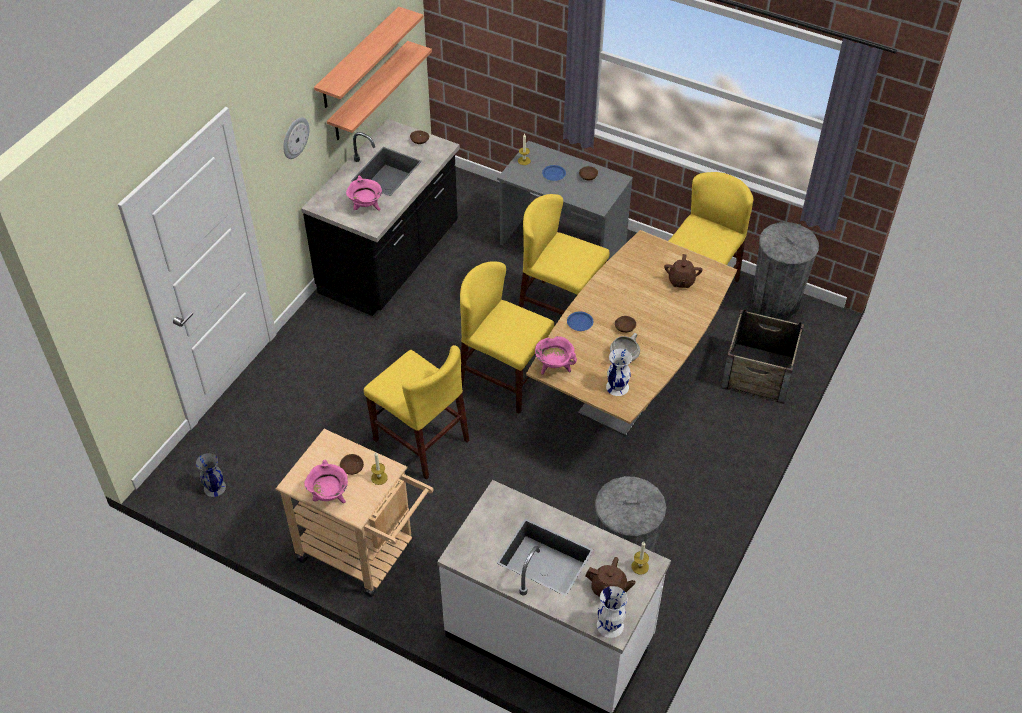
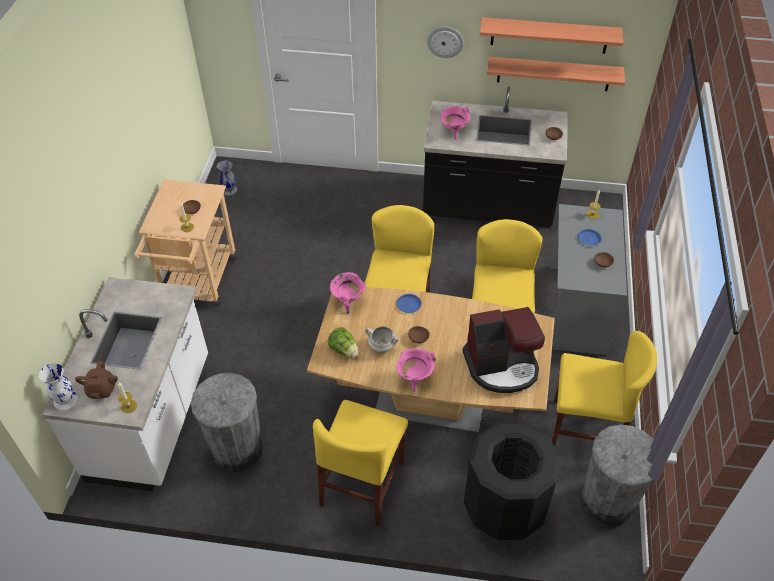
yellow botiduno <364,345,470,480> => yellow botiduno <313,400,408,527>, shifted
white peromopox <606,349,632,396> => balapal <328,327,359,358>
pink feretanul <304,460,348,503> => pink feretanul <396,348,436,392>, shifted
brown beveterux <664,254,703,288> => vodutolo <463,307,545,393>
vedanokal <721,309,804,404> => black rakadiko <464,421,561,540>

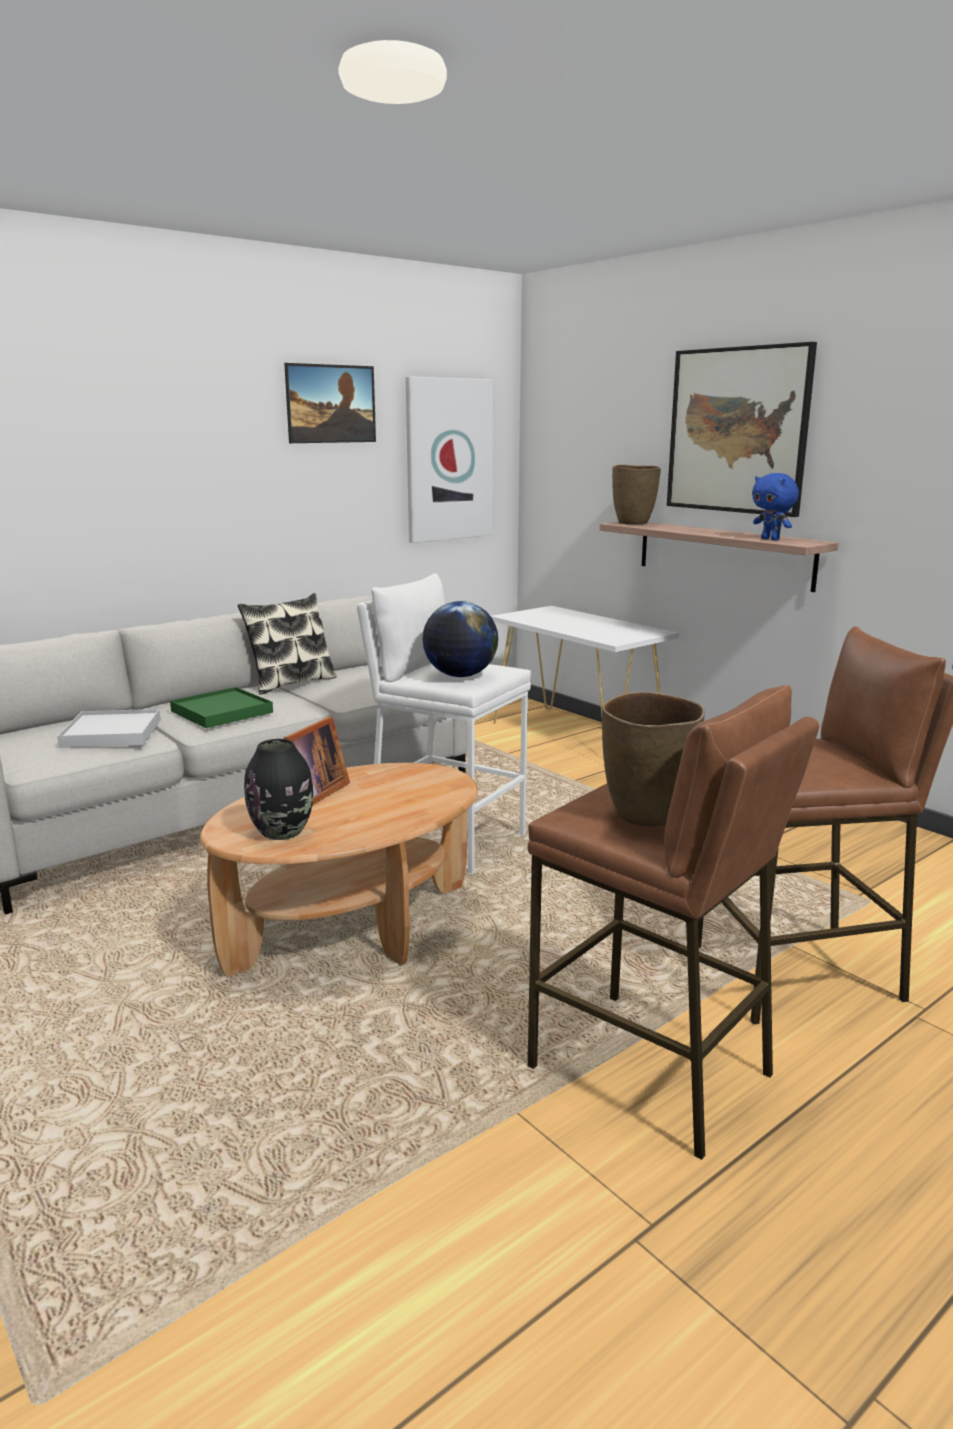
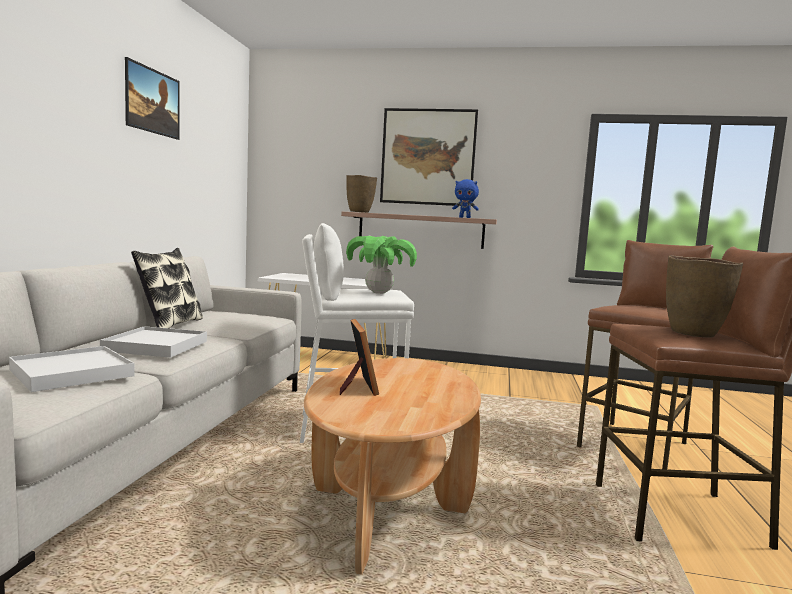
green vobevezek <170,687,273,728> => white vobevezek <100,326,207,358>
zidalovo <423,601,498,677> => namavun <346,236,417,294>
black peromopox <244,739,313,840> => nothing
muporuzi <406,376,493,543> => nothing

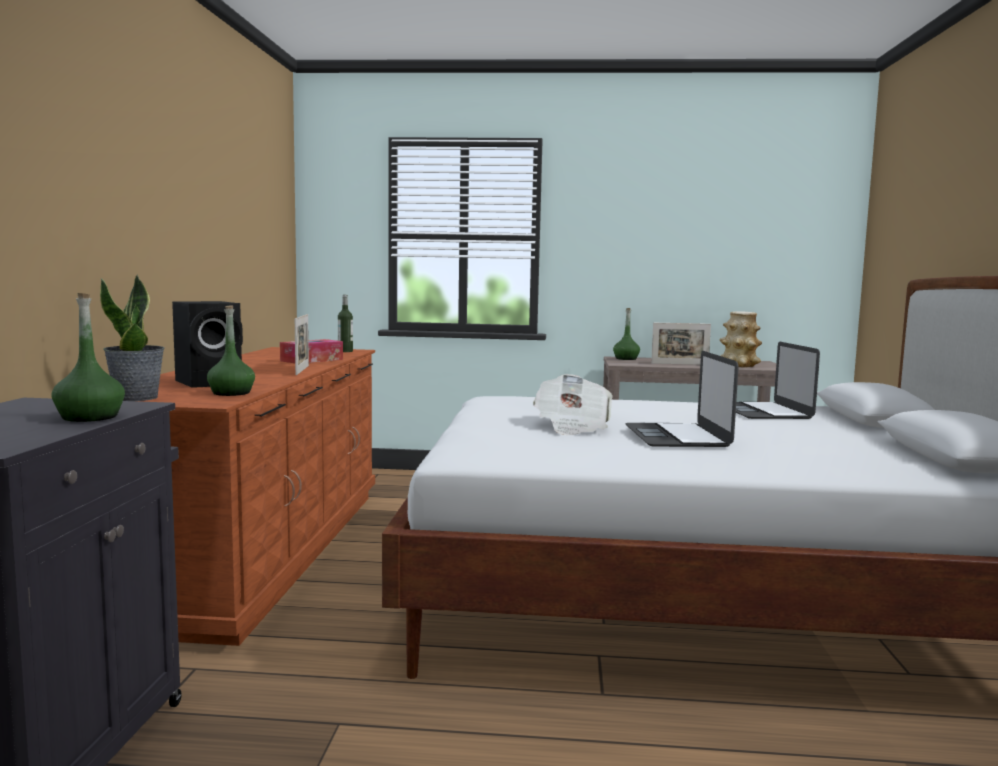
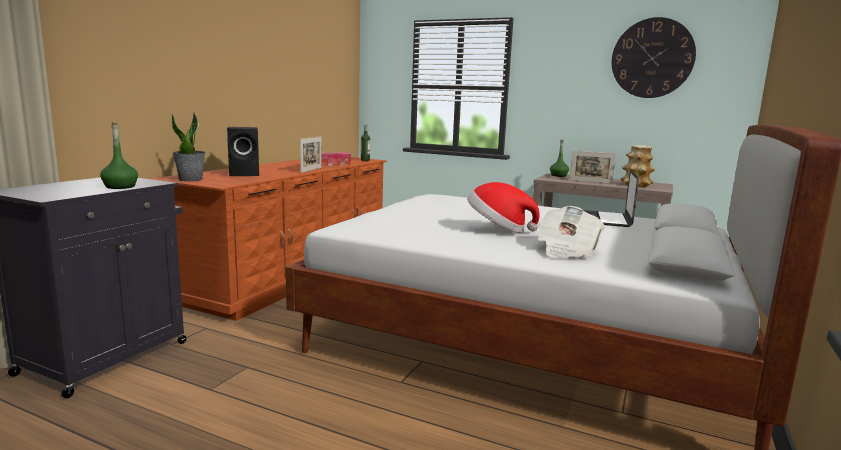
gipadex <625,351,739,447> => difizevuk <467,182,540,232>
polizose <533,374,613,435> => polizose <536,206,605,258>, shifted
nothing => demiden <612,17,696,98>
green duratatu <207,305,255,396> => nothing

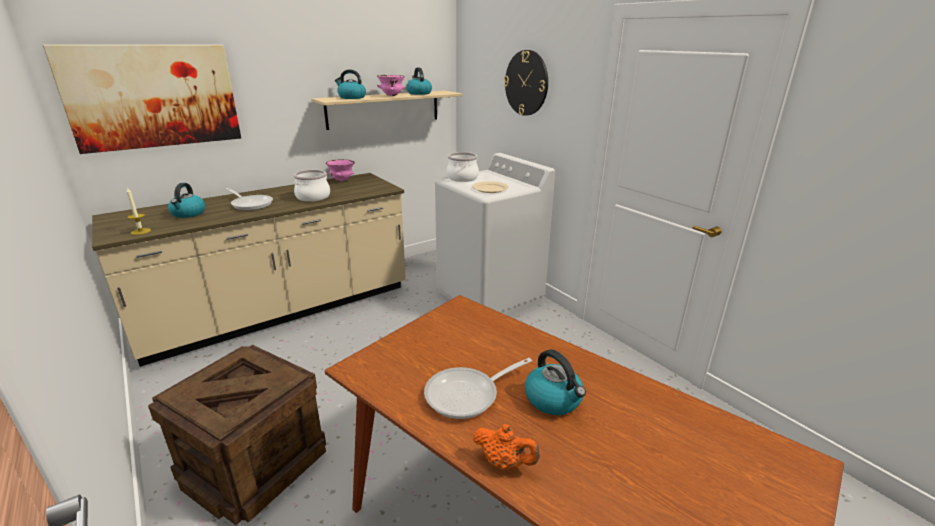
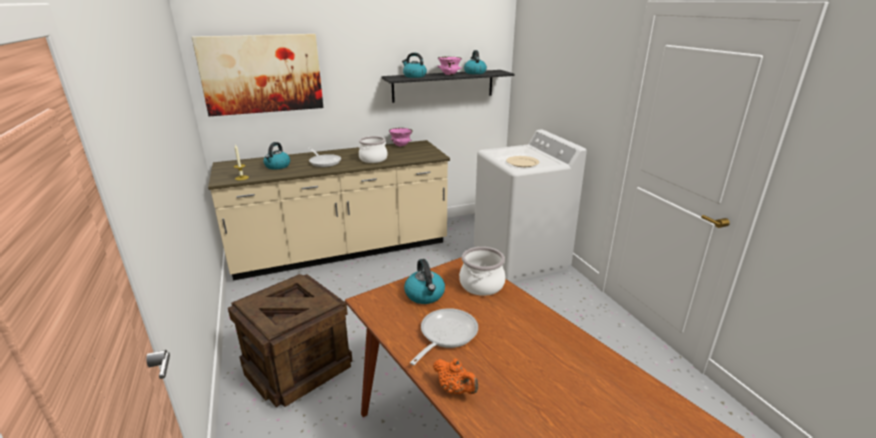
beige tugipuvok <311,90,463,130> => black tugipuvok <382,70,514,103>
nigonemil <525,349,586,415> => nigonemil <404,259,445,304>, shifted
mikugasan <424,358,532,419> => mikugasan <410,308,478,365>, 135 degrees clockwise
feretanul <447,152,479,182> => feretanul <459,247,506,296>, shifted
demiden <504,50,548,116> => nothing

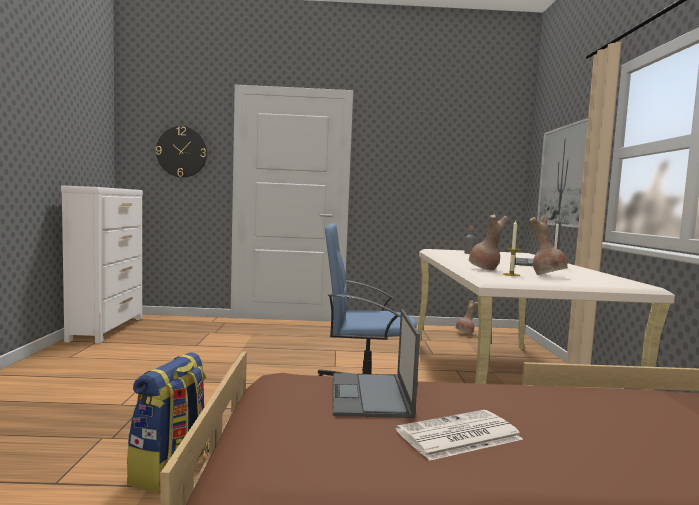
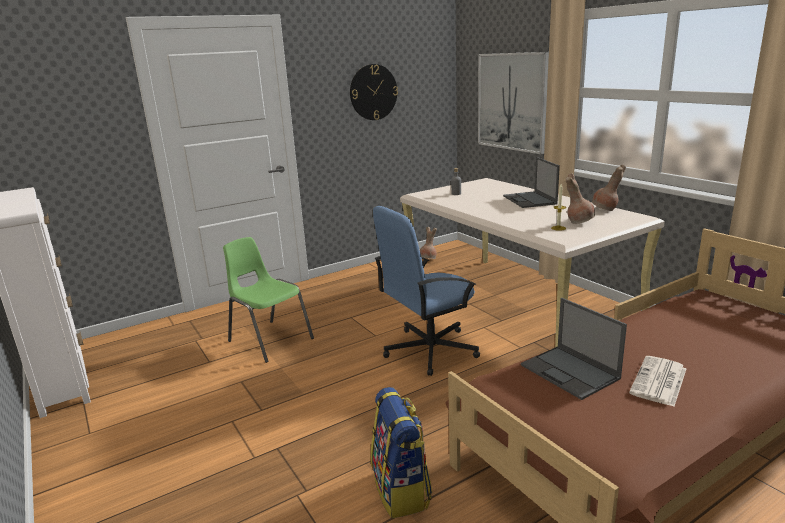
nothing => green botiduno <223,237,314,363>
demiden <156,126,207,177> => demiden <350,64,398,120>, shifted
brown peromopox <469,215,509,271> => brown peromopox <592,165,626,211>, shifted

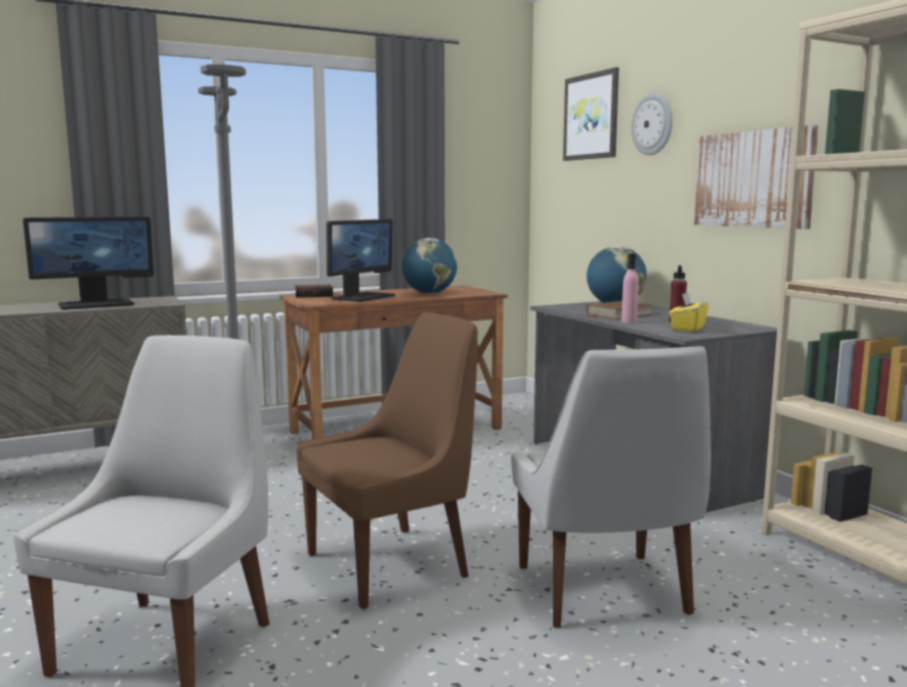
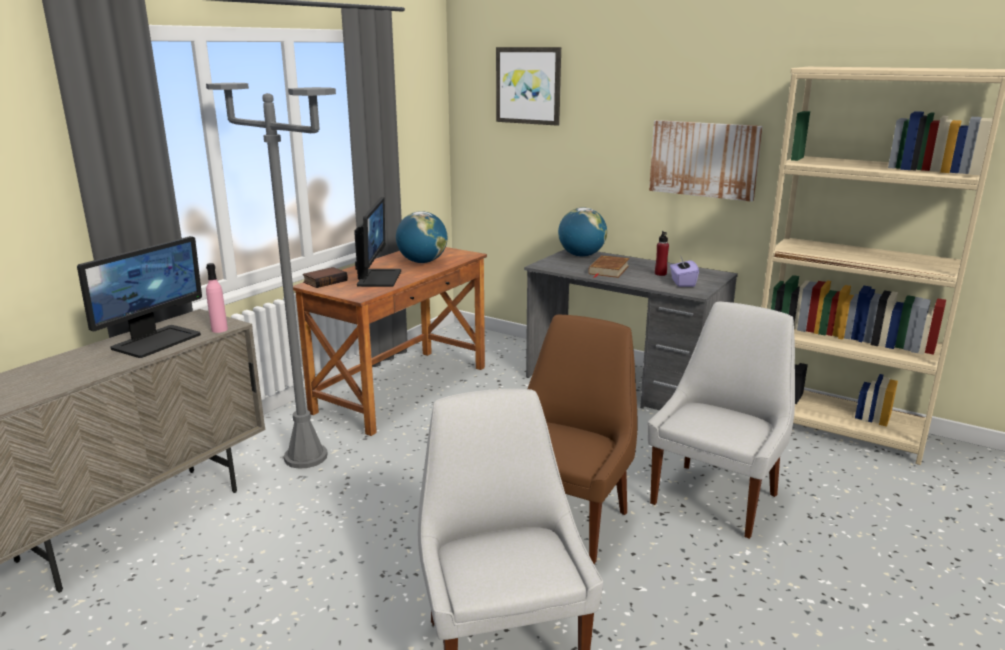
pink duratatu <622,253,639,323> => pink duratatu <206,263,228,333>, shifted
white botiduno <511,346,711,628> => white botiduno <647,302,795,539>, 105 degrees counterclockwise
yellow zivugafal <669,292,708,332> => purple zivugafal <670,257,699,287>
demiden <631,93,672,155> => nothing

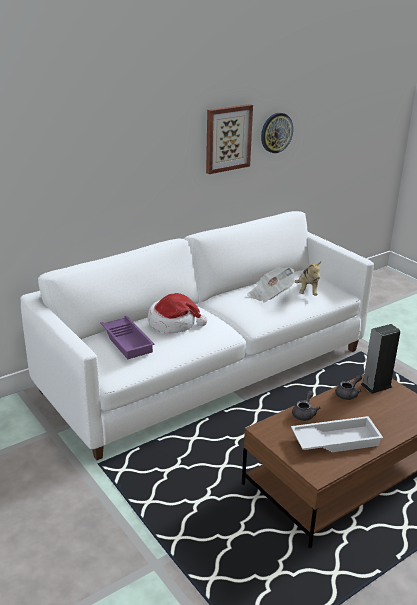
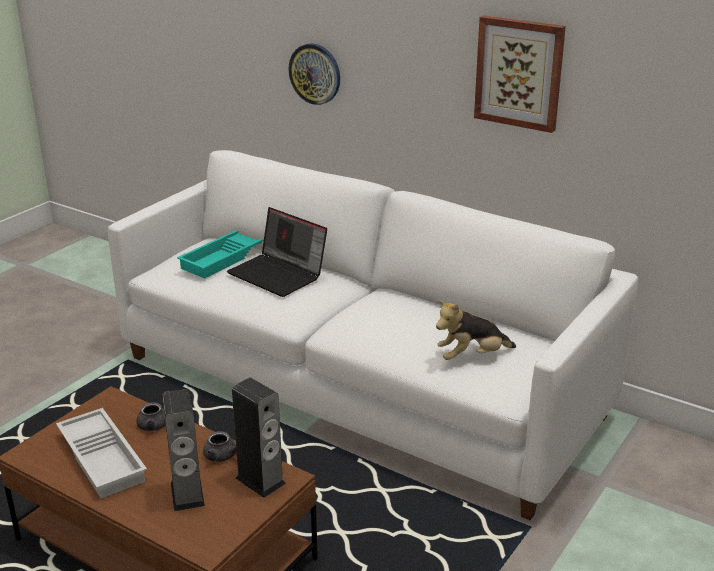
nothing => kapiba <162,389,205,511>
purple vobevezek <100,315,155,359> => turquoise vobevezek <177,230,263,279>
difizevuk <148,293,207,333> => gipadex <227,207,327,297>
demiden <261,113,293,153> => demiden <288,43,340,105>, shifted
polizose <247,267,295,302> => nothing

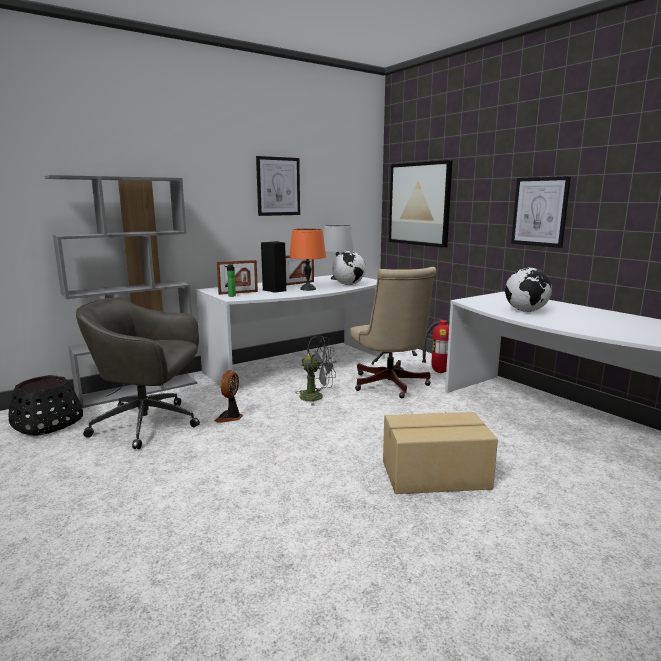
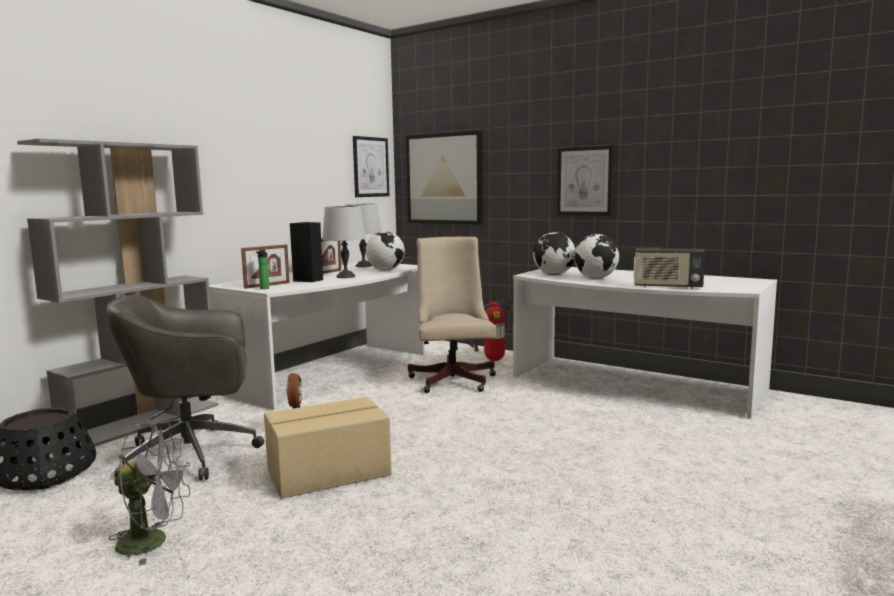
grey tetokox <297,336,336,406> => grey tetokox <108,422,190,566>, shifted
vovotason <383,412,498,494> => vovotason <264,397,392,499>, shifted
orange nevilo <289,228,326,291> => grey nevilo <322,206,366,278>
muporuzi <256,156,300,216> => muporuzi <353,136,389,197>, shifted
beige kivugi <350,267,436,398> => beige kivugi <408,237,496,393>, 150 degrees counterclockwise
nothing => zidalovo <533,232,575,275>
nothing => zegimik <633,249,705,289>

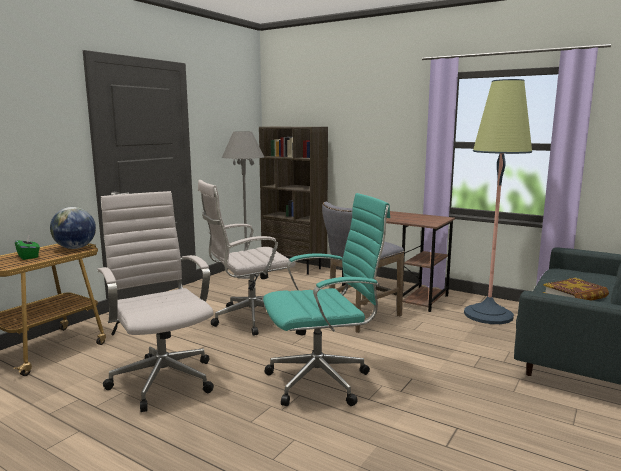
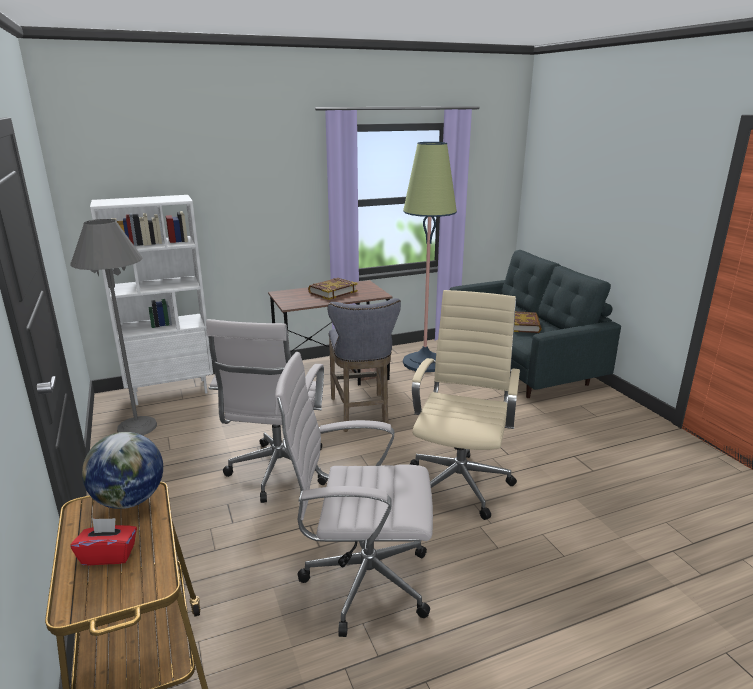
green zivugafal <15,234,40,260> => red zivugafal <70,518,137,565>
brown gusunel <259,127,328,275> => white gusunel <90,195,213,405>
nothing => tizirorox <308,278,358,300>
turquoise kivugi <263,193,390,406> => beige kivugi <409,290,520,520>

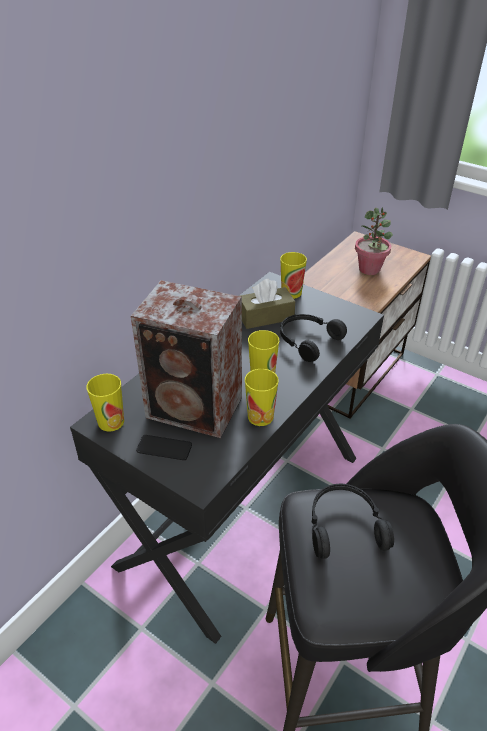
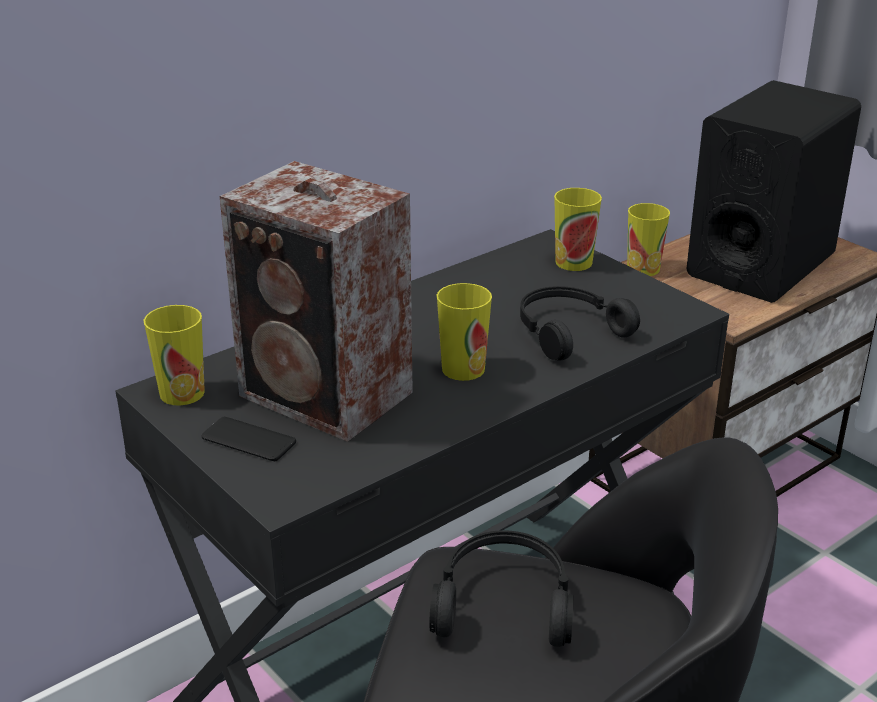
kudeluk <245,369,279,426> => kudeluk <627,203,670,276>, shifted
namavun <355,208,393,275> => black kapiba <686,80,861,303>
brown zivugafal <240,279,295,329> => nothing

